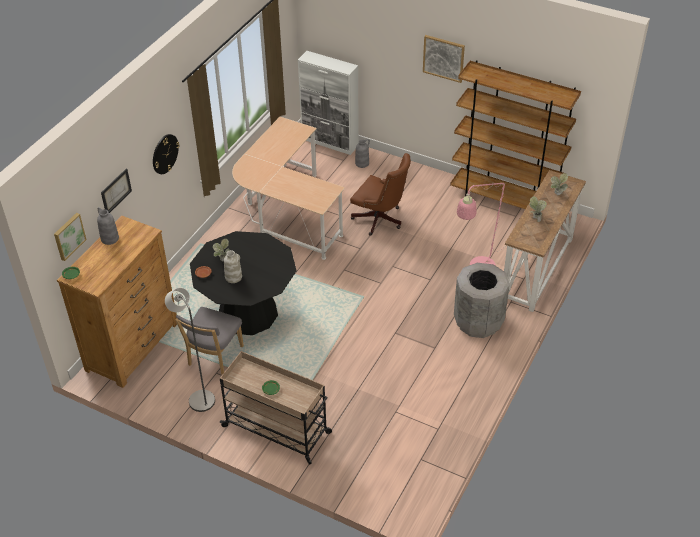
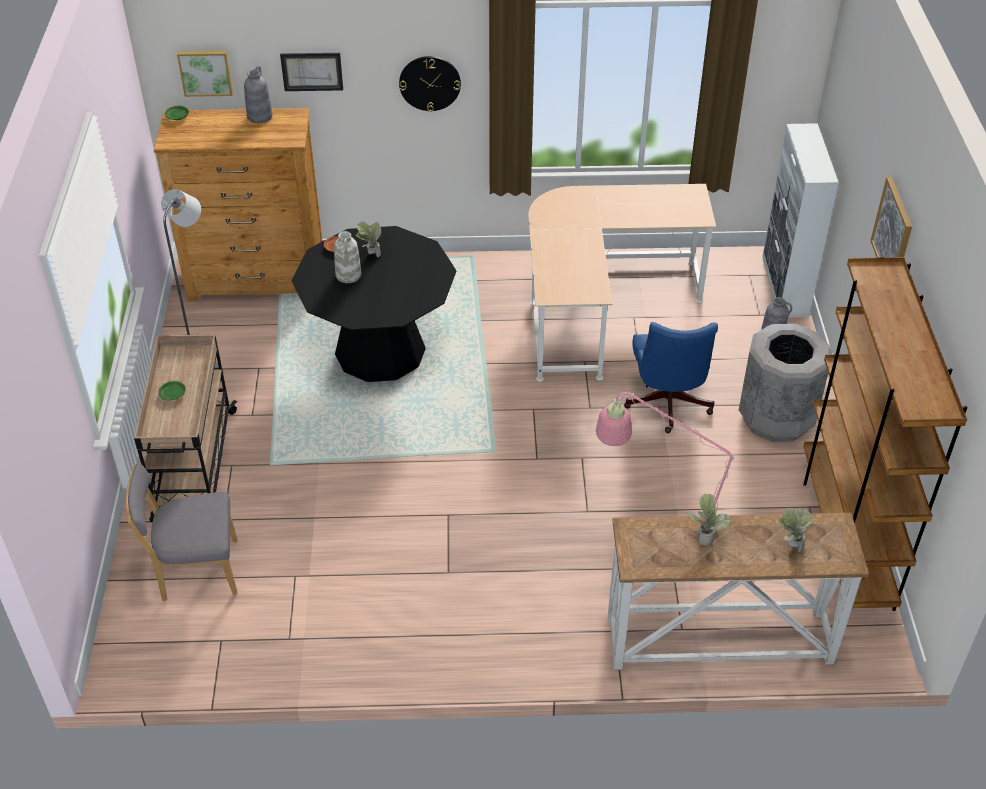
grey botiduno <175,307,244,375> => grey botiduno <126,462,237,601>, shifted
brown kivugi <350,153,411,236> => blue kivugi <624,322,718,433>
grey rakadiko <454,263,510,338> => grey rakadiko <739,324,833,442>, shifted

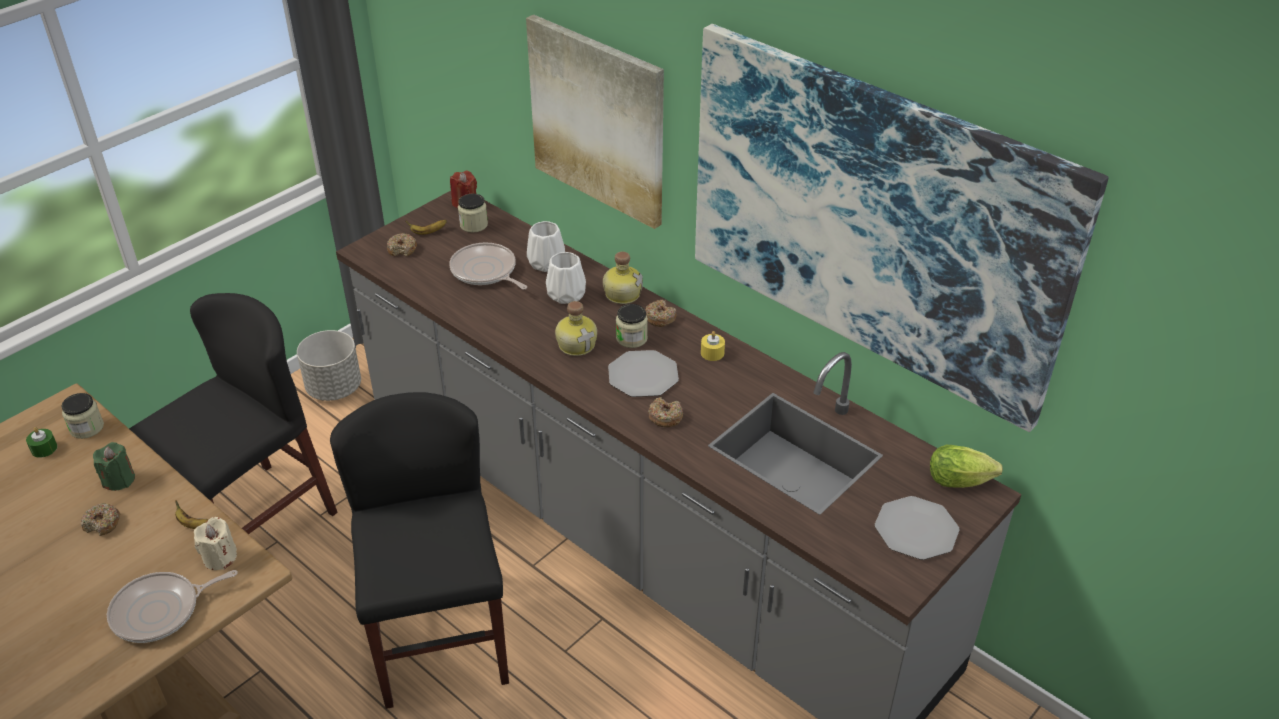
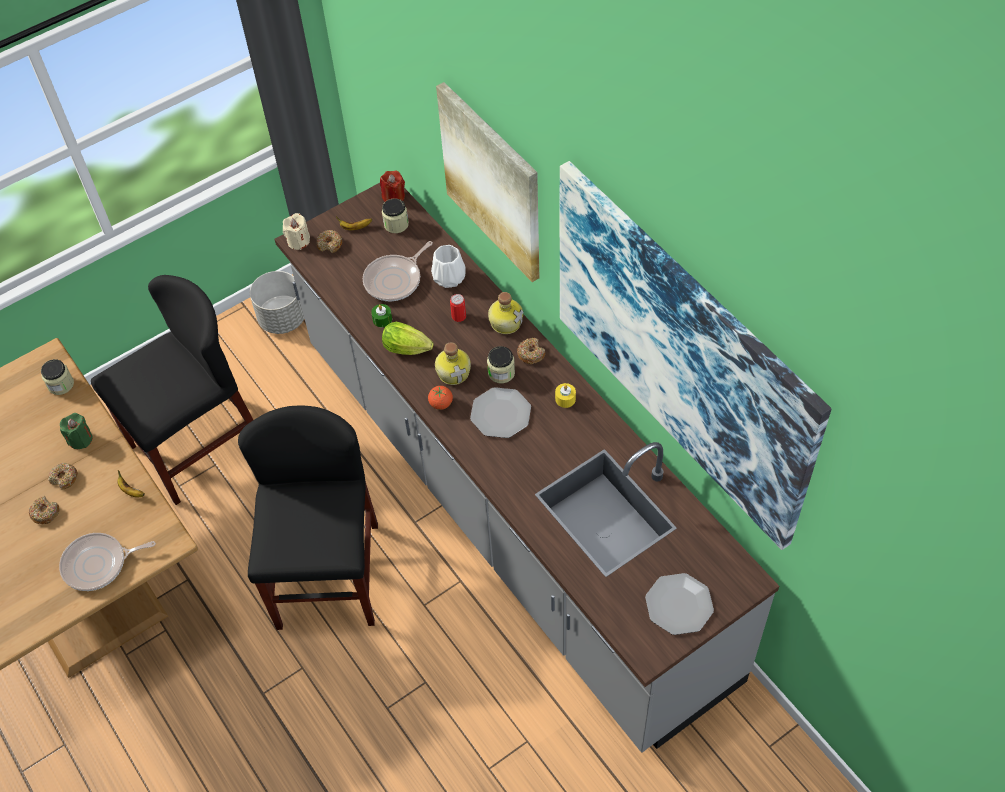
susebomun <648,397,683,427> => susebomun <29,496,59,524>, shifted
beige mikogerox <194,517,237,570> => beige mikogerox <283,213,310,250>, shifted
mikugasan <449,242,527,289> => mikugasan <363,241,433,301>, 105 degrees counterclockwise
green mikogerox <26,427,57,458> => green mikogerox <371,304,392,327>, shifted
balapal <930,445,1003,488> => balapal <382,322,434,355>, shifted
nothing => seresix <428,386,453,410>
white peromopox <546,252,586,304> => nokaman <450,294,466,322>

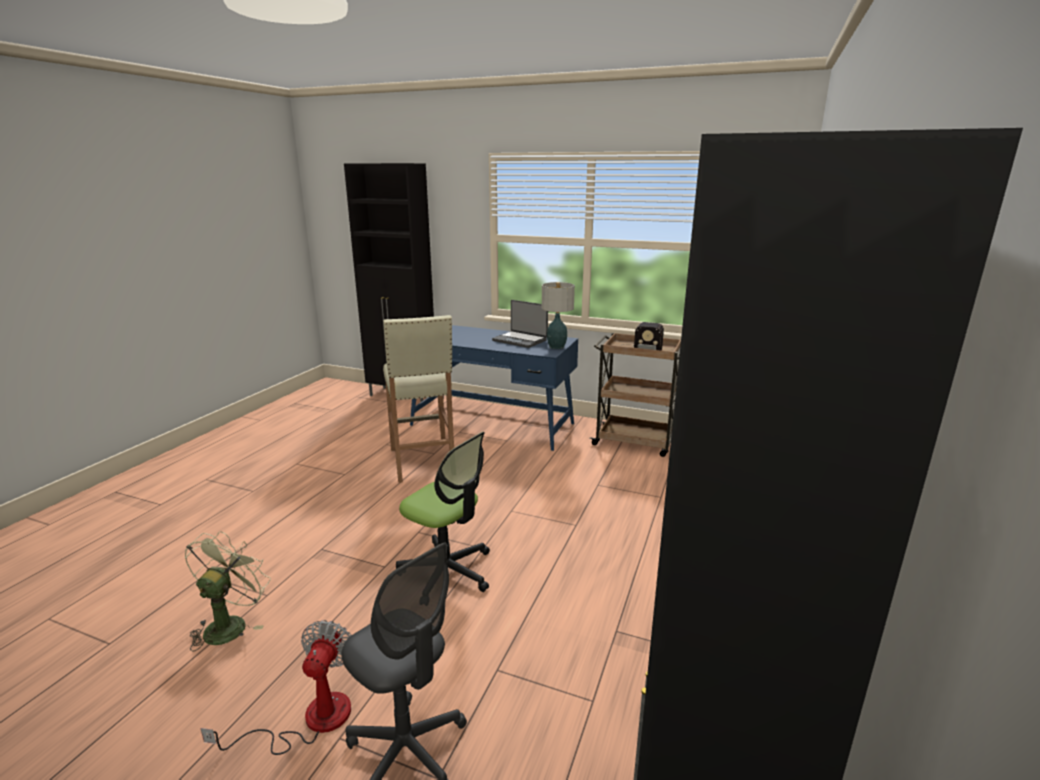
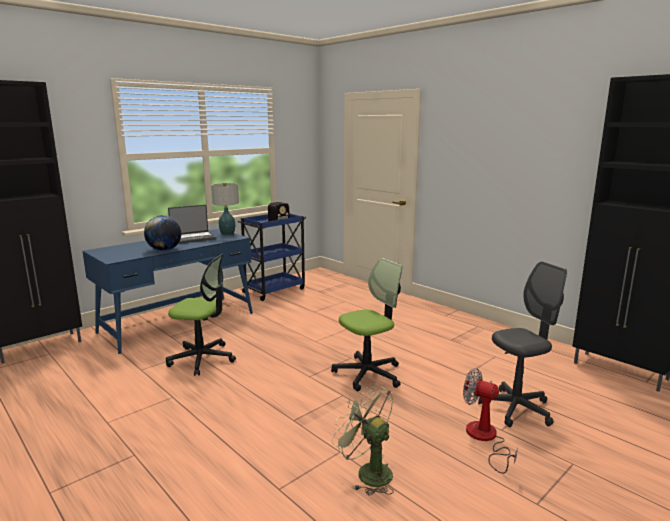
nothing => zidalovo <144,215,181,251>
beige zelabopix <383,315,454,483> => kivugi <166,253,236,376>
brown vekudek <589,333,681,457> => blue vekudek <238,213,306,301>

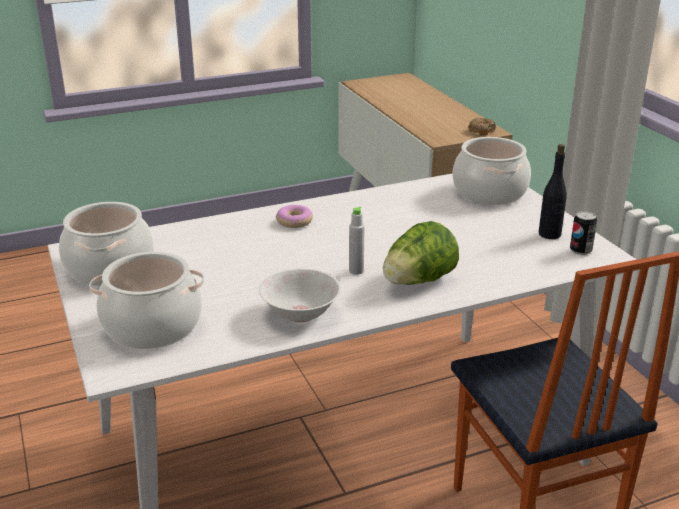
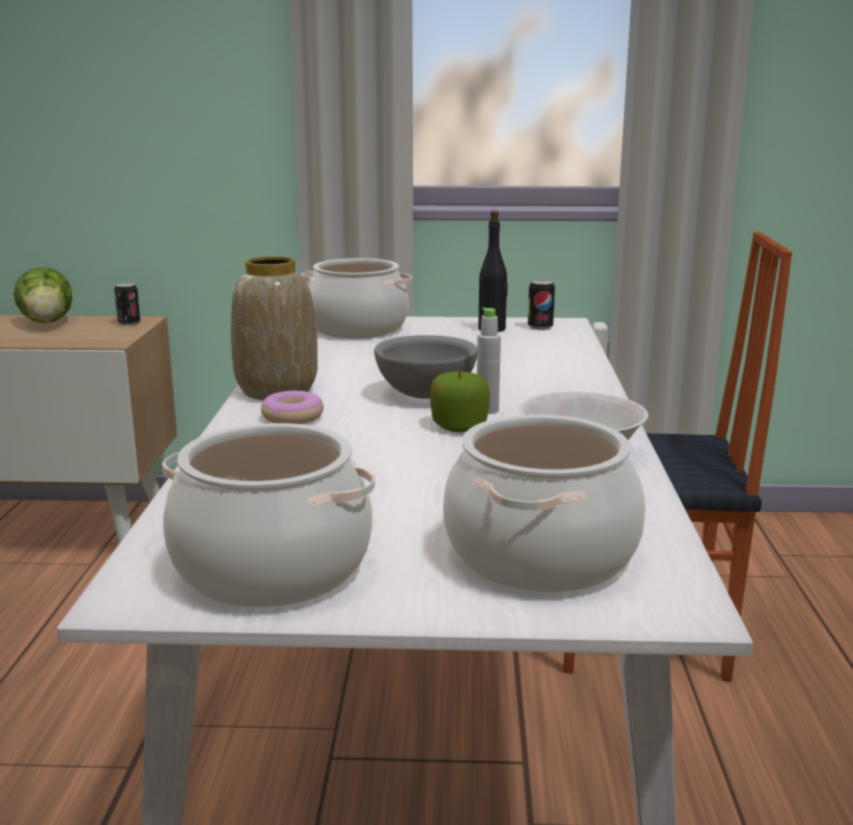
balapal <383,221,459,285> => balapal <14,267,72,323>, shifted
susebomun <468,118,496,136> => nokaman <114,283,140,326>
nothing => peromopox <231,256,318,400>
nothing => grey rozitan <374,335,477,399>
nothing => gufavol <430,371,490,432>

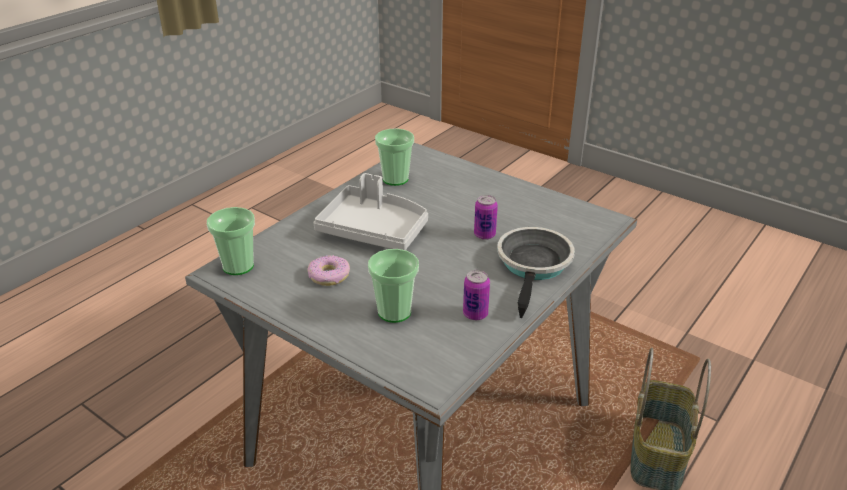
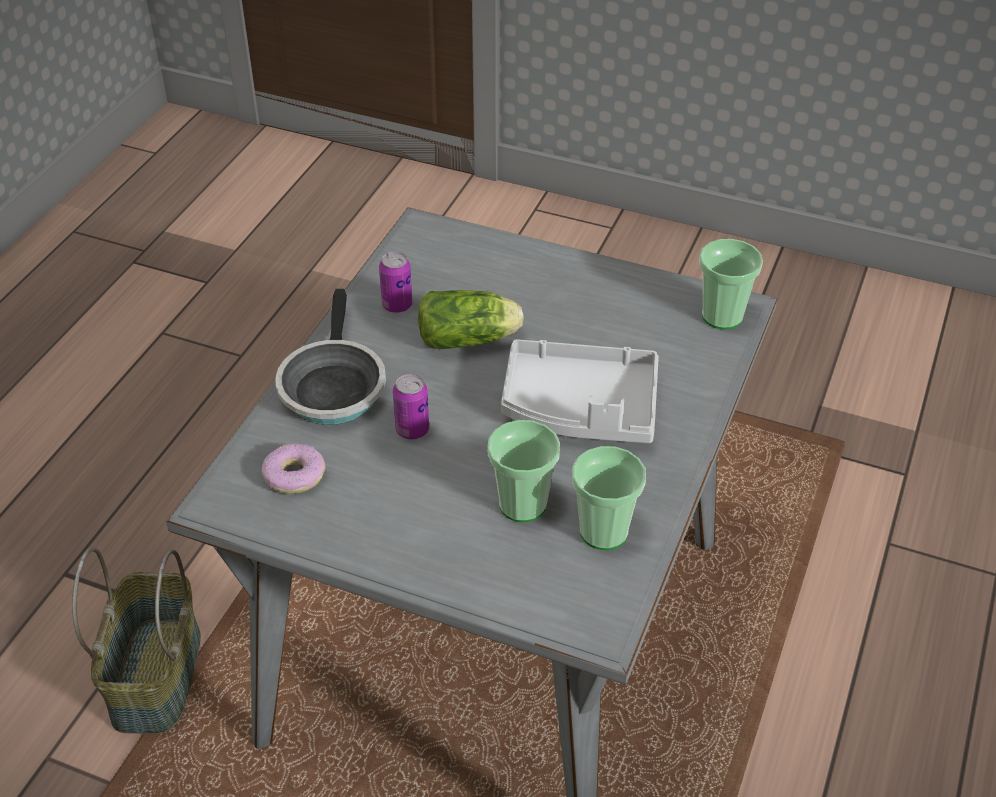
susebomun <307,255,350,286> => susebomun <261,444,325,494>, shifted
nothing => balapal <418,290,524,349>
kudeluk <368,249,419,323> => kudeluk <487,420,560,522>, shifted

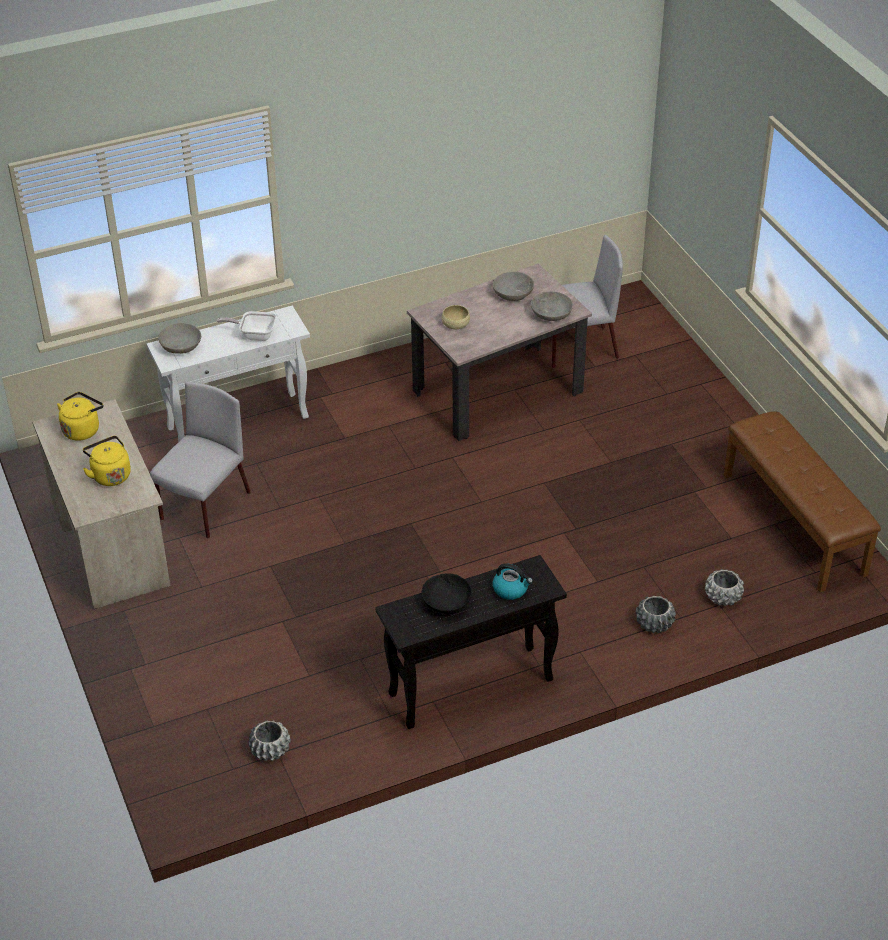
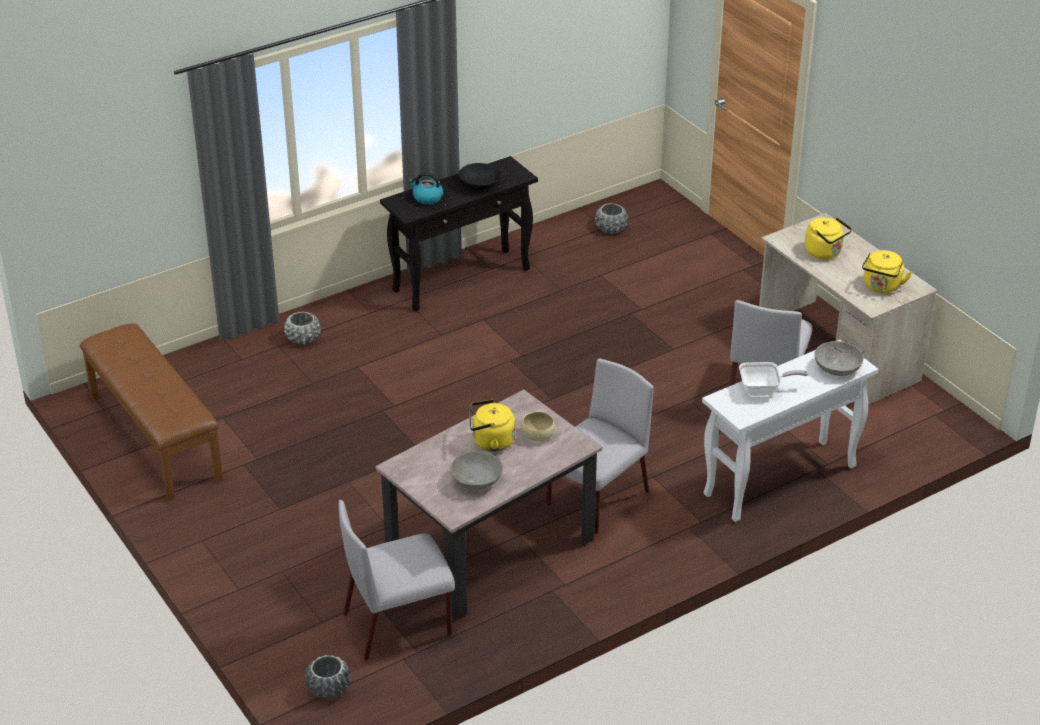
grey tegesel <705,569,744,606> => grey tegesel <305,655,351,699>, shifted
nothing => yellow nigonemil <470,399,516,452>
nothing => grey botiduno <547,359,654,534>
grey rozitan <531,292,573,321> => nothing

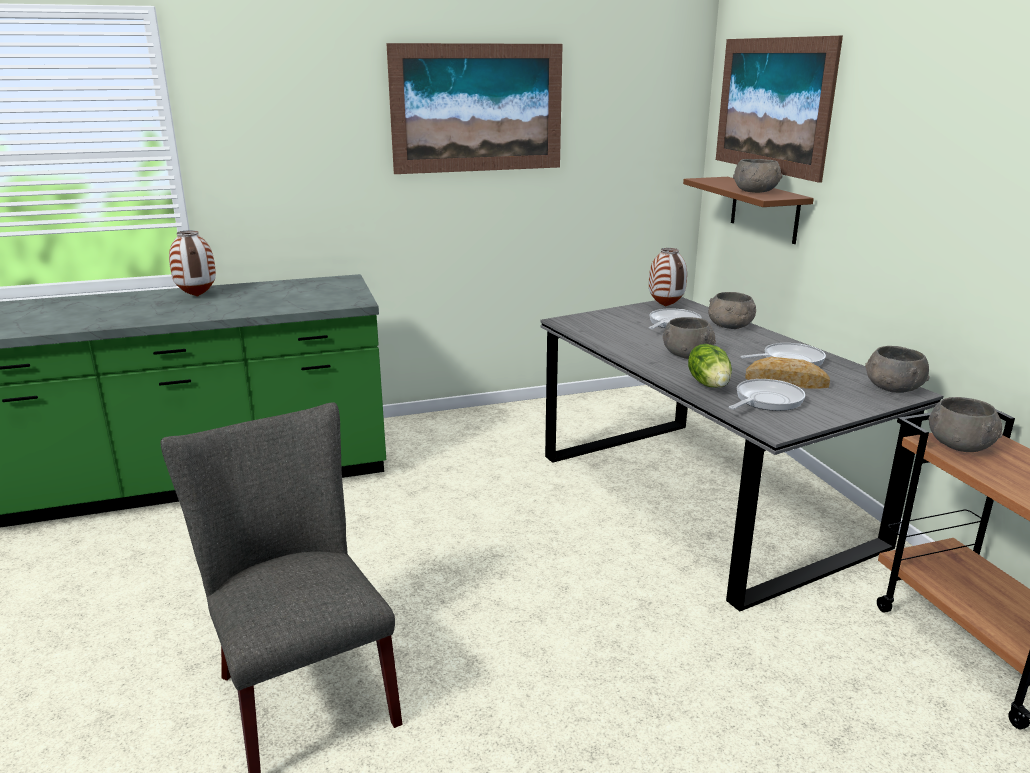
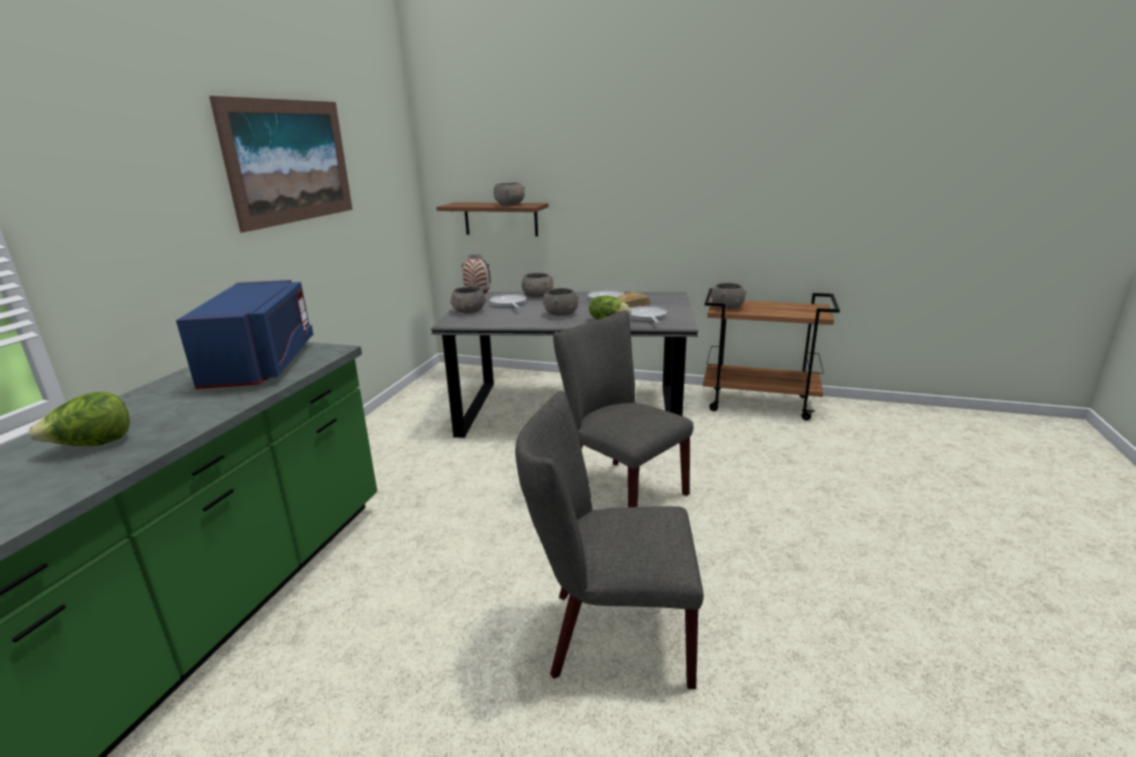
nothing => balapal <28,392,130,446>
nothing => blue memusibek <176,280,313,389>
grey rozitan <865,346,930,393> => grey rozitan <450,287,486,314>, shifted
nothing => grey botiduno <553,310,694,507>
peromopox <169,230,216,297> => nothing
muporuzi <716,36,843,183> => nothing

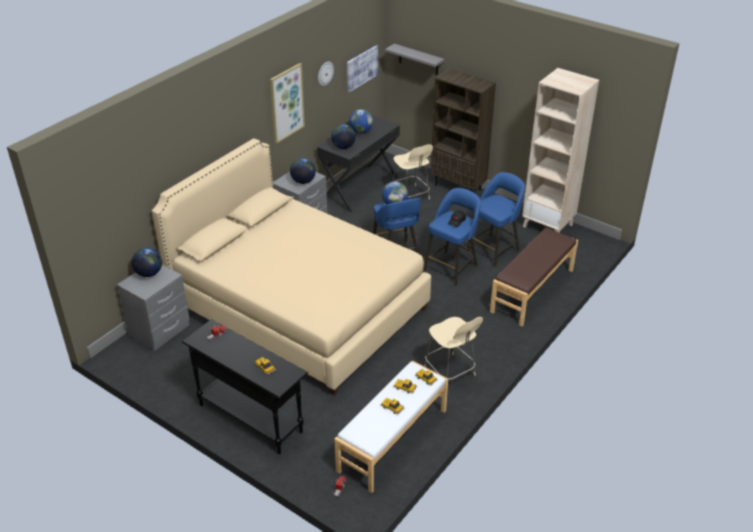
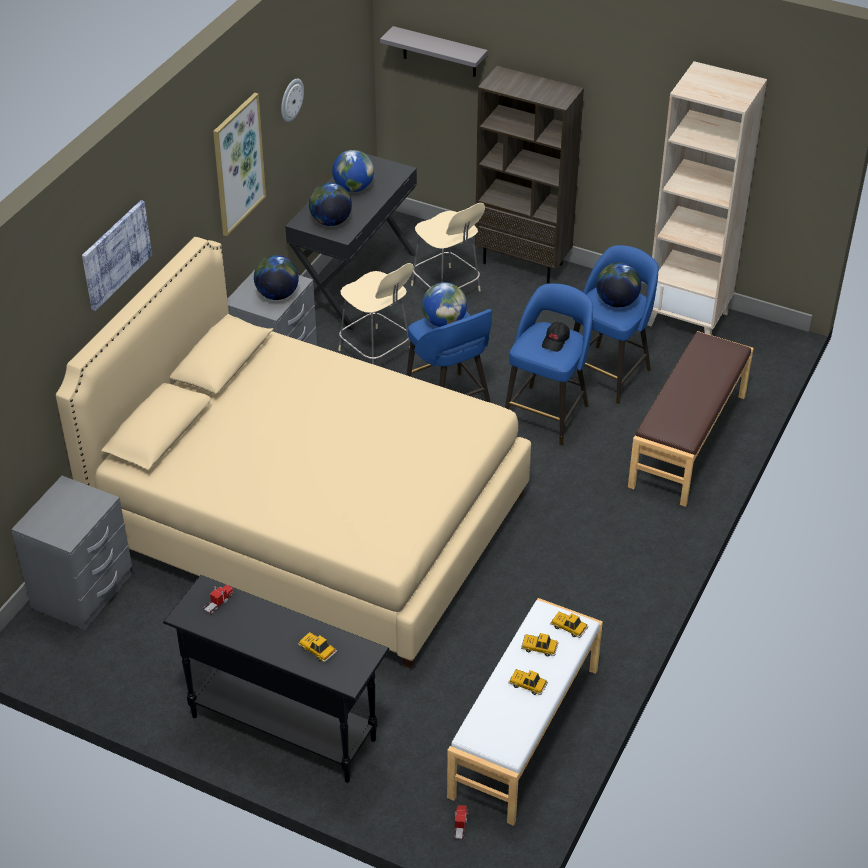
muporuzi <347,45,378,92> => muporuzi <82,200,152,311>, shifted
beige botiduno <424,317,483,380> => beige botiduno <339,263,414,364>, shifted
zidalovo <132,247,162,277> => zidalovo <596,263,641,307>, shifted

